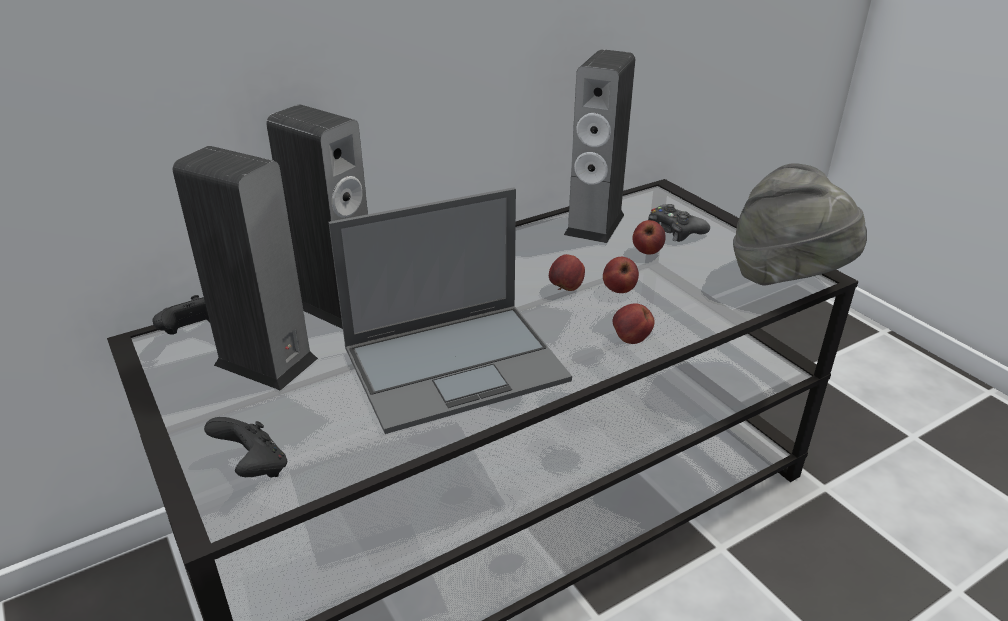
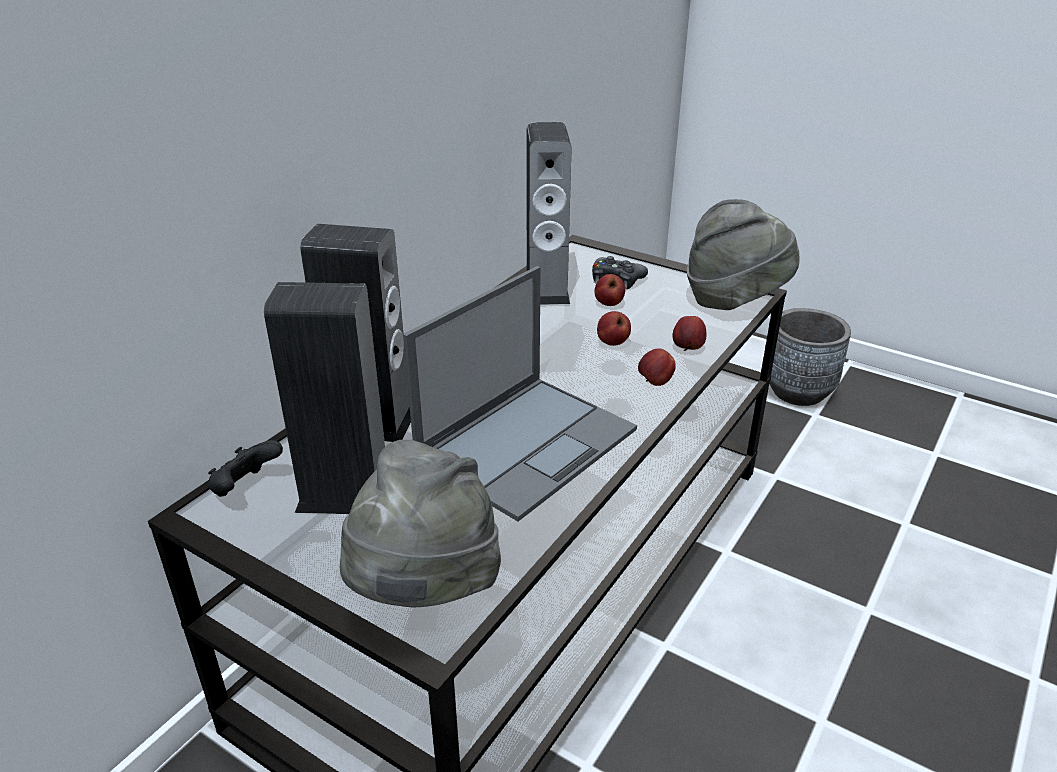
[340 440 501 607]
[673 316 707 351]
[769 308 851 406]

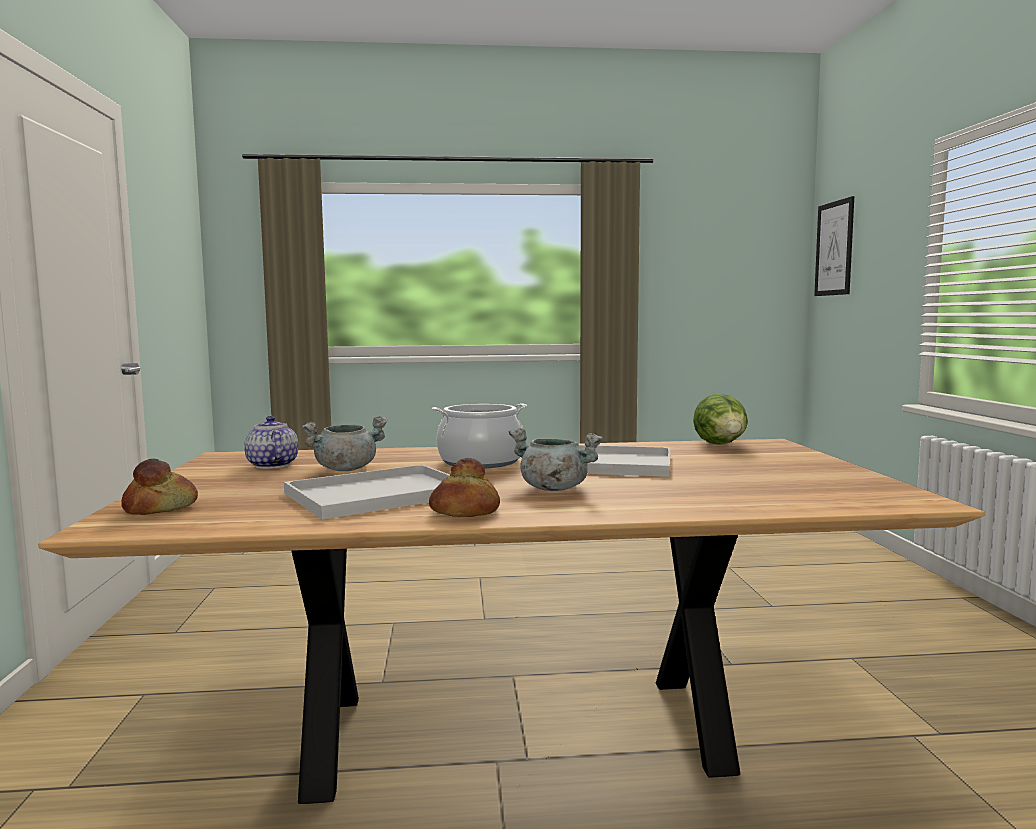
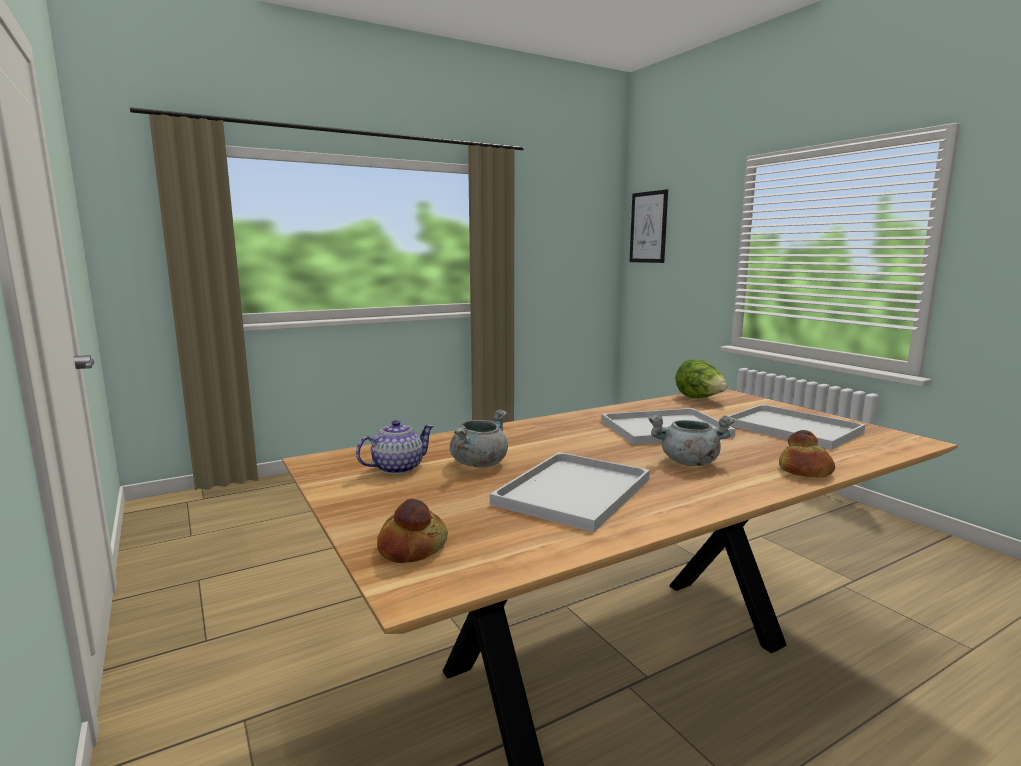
[356 420 434 474]
[779 430 835 478]
[432 404 527 468] (first image)
[728 404 866 450]

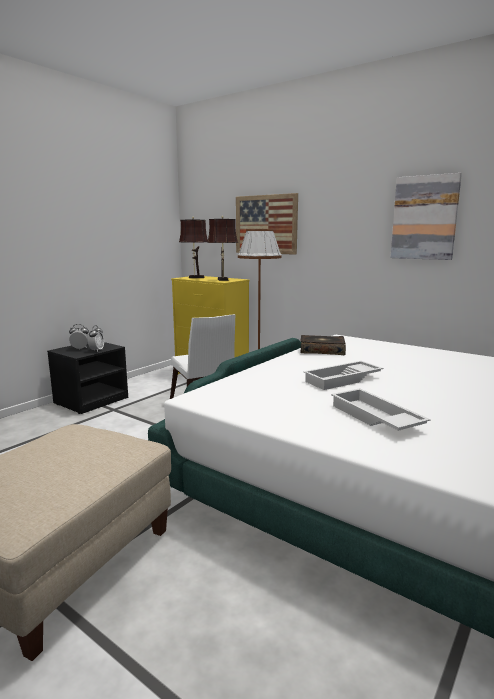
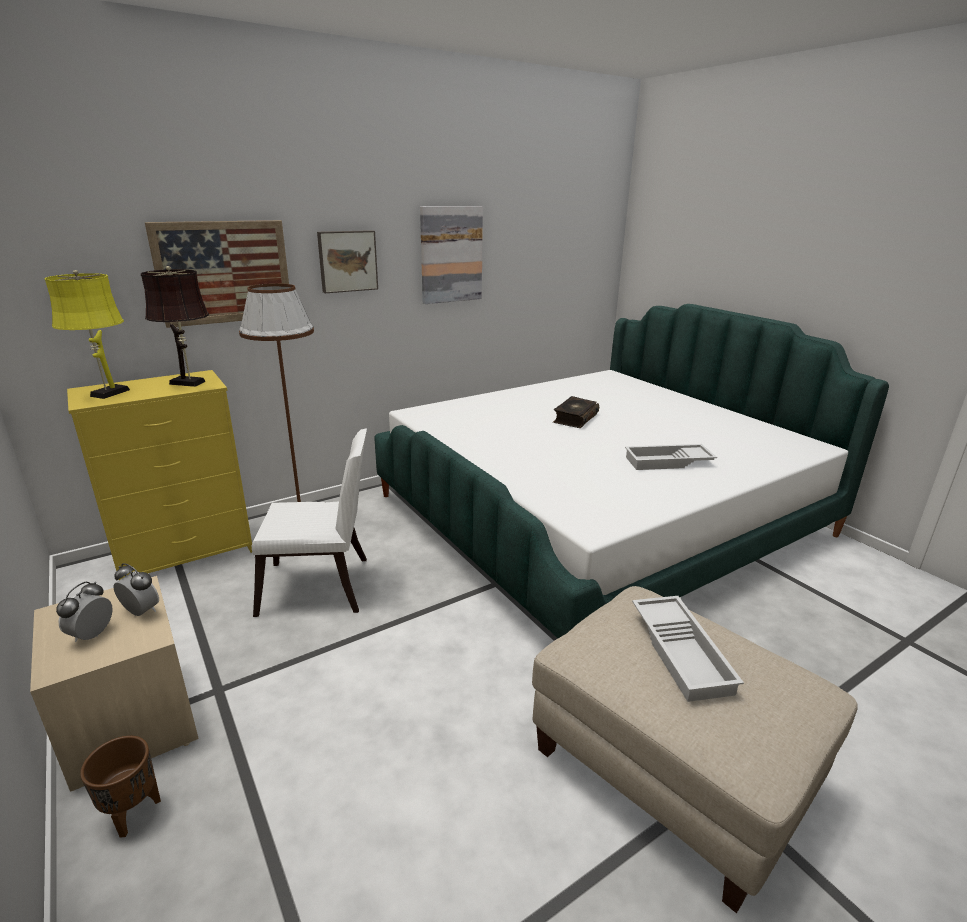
[30 576 199 792]
[44 270 130 399]
[553 396 599 428]
[632 596 744 702]
[80 736 161 838]
[317 230 378 293]

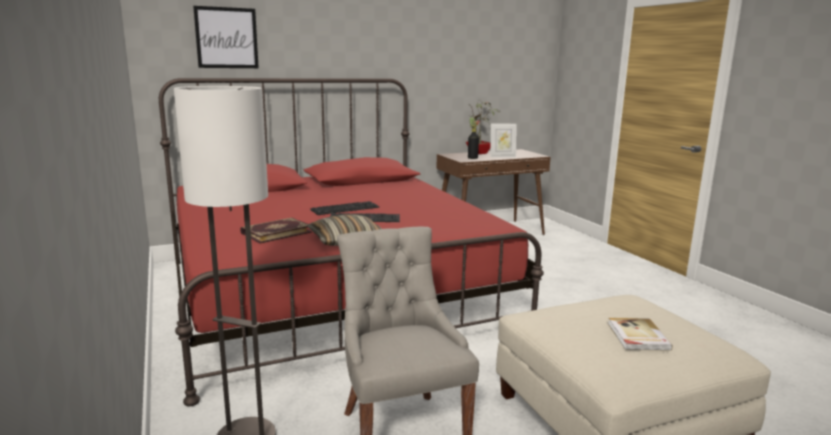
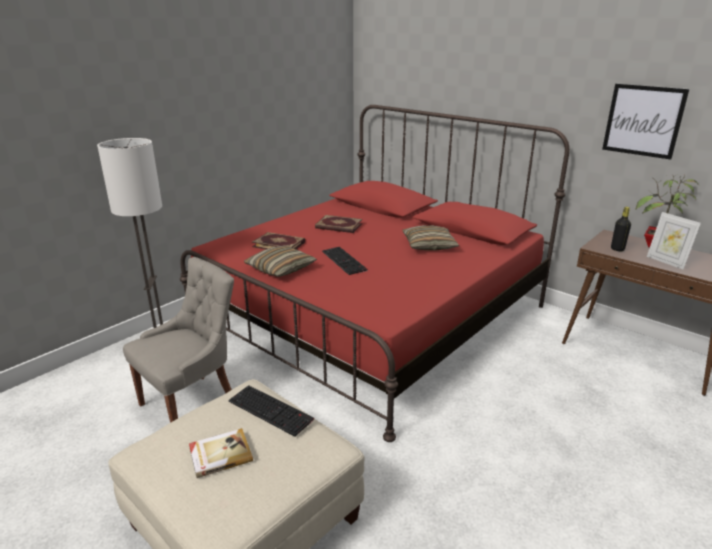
[602 84 689 160]
[228 385 314 437]
[315 215 362 233]
[402 225 459 251]

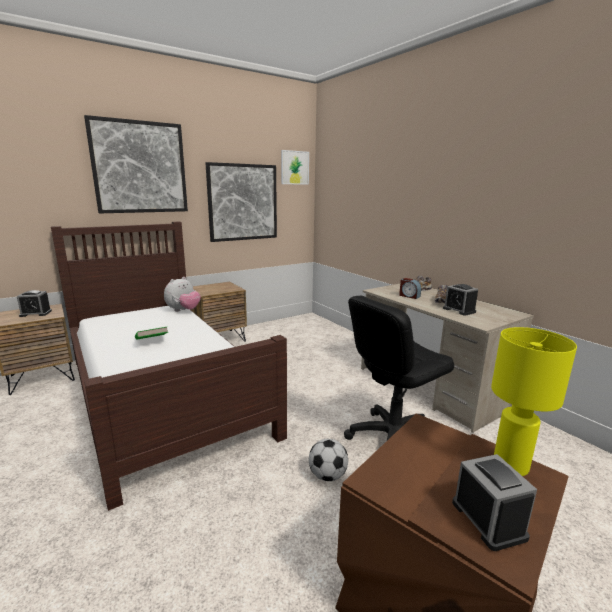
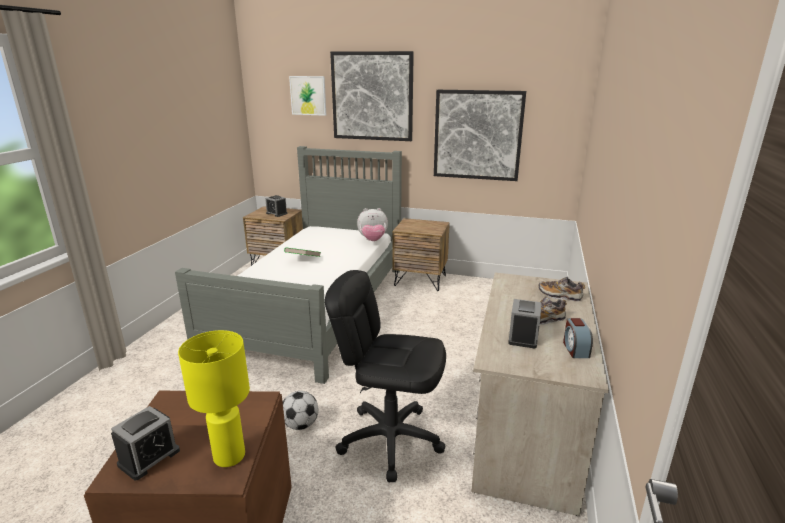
[175 146 402 384]
[289 76 326 116]
[563 318 593 358]

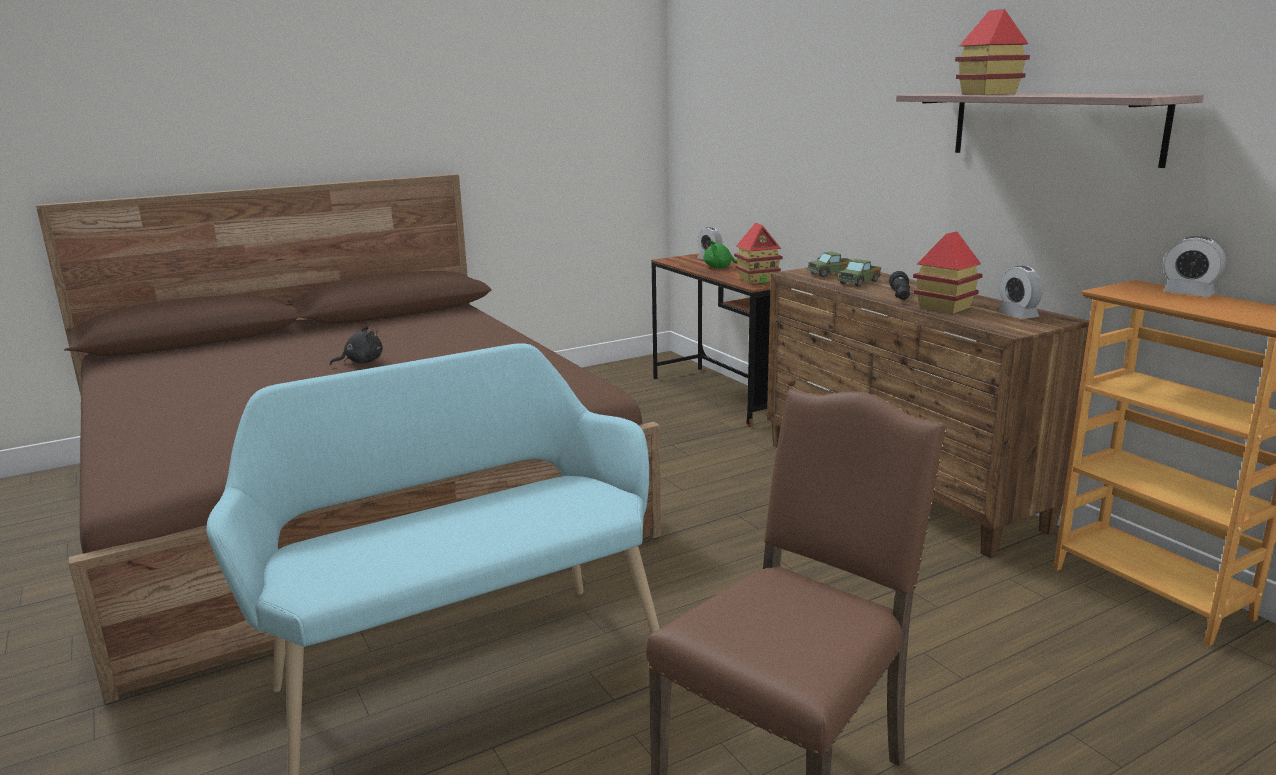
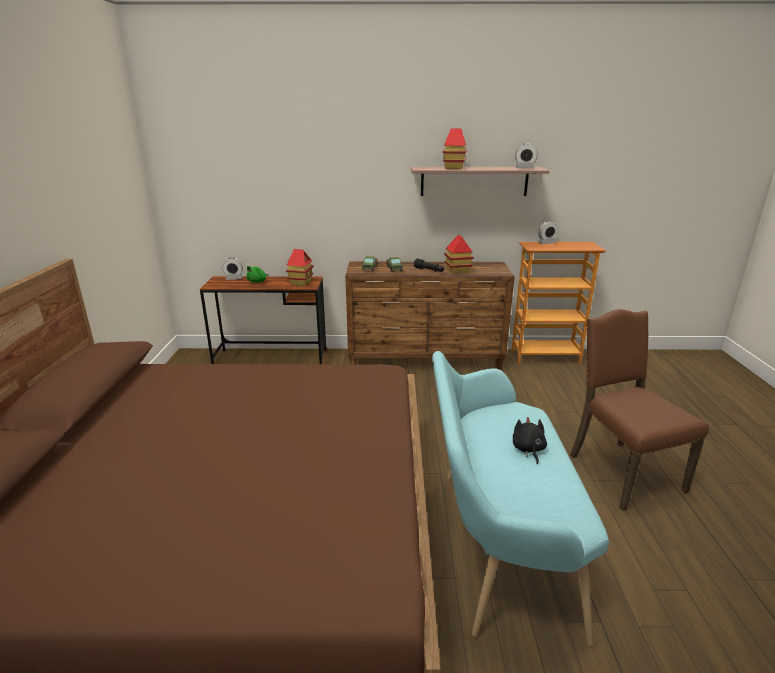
[513 417 547 464]
[515 143 538 168]

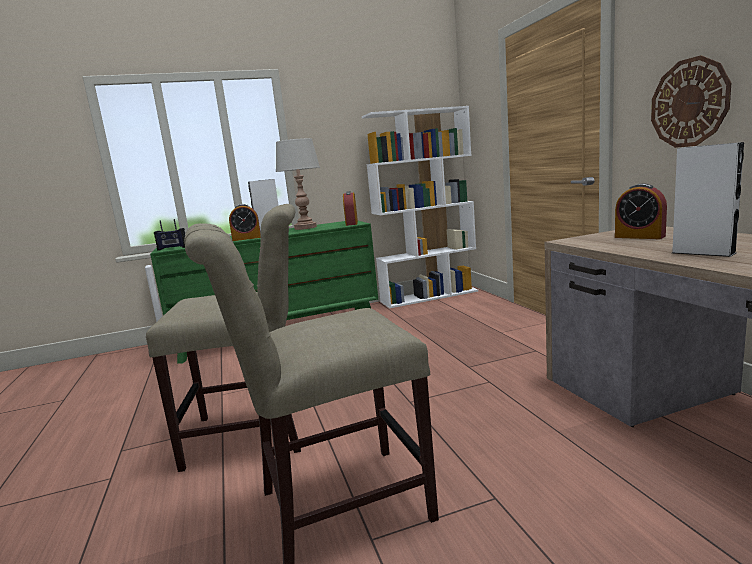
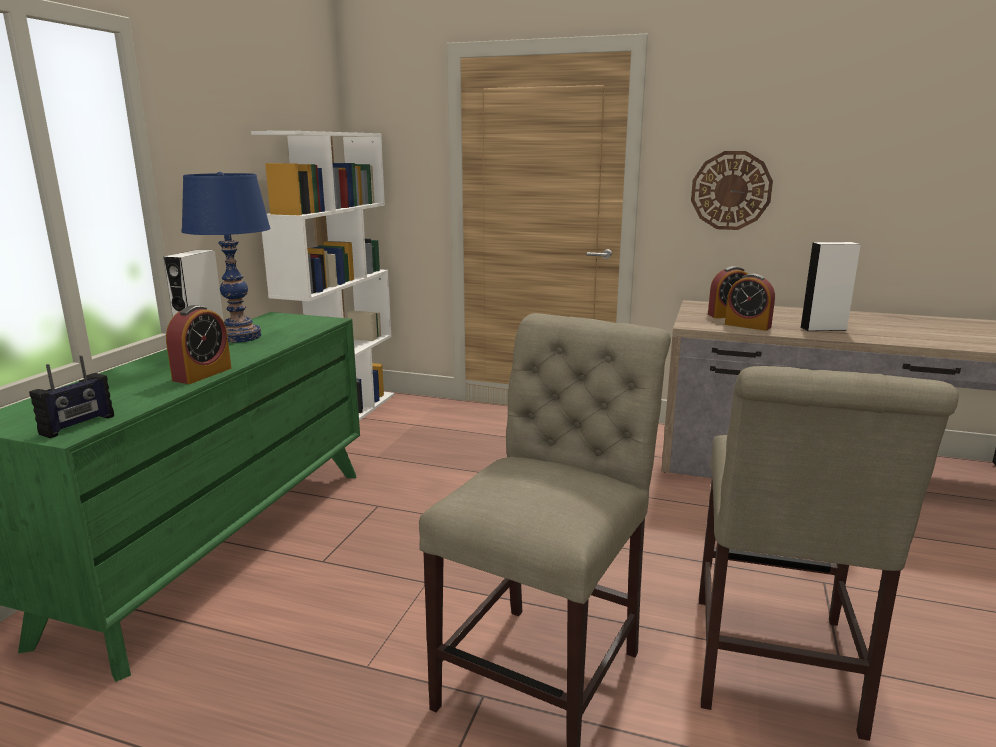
[181 172 271 343]
[725 274 775 331]

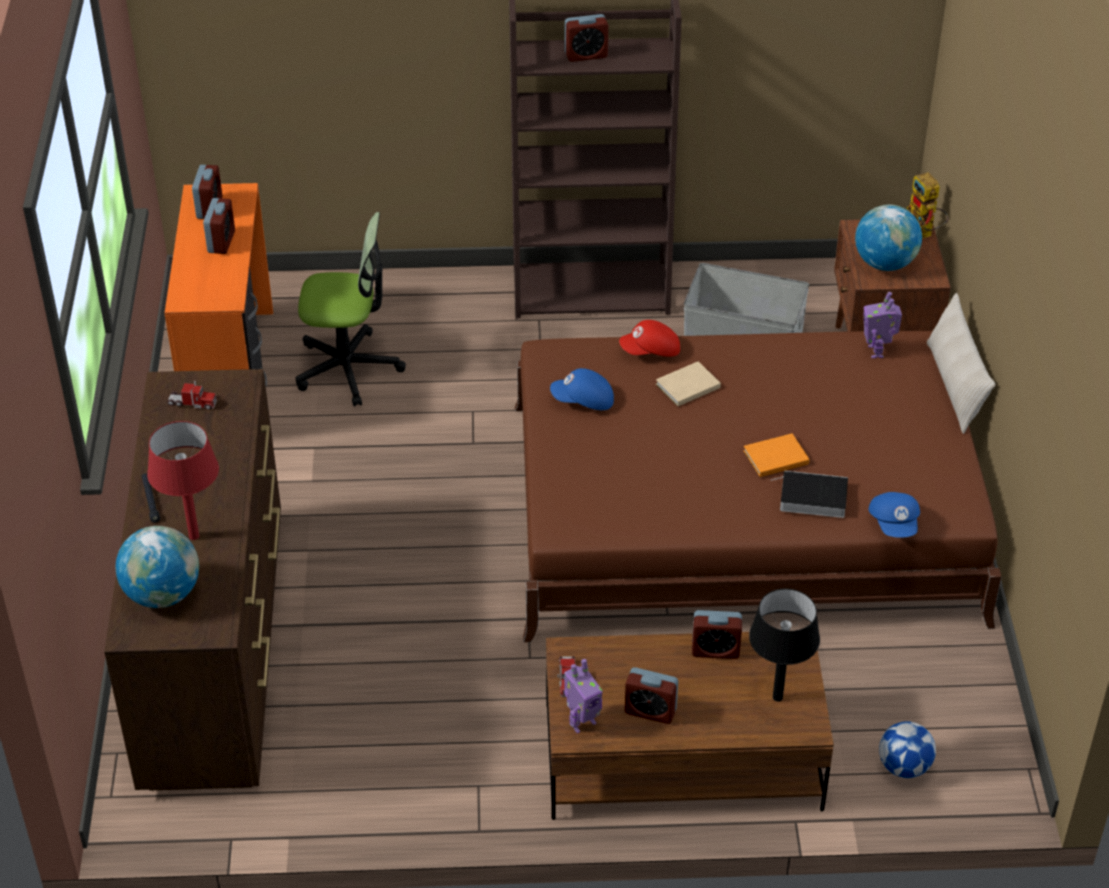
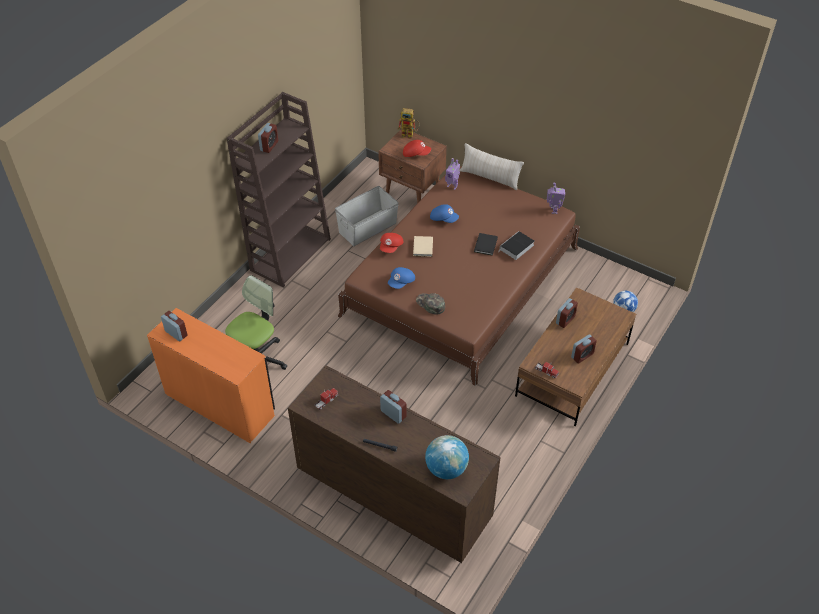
[147 421 219 540] (first image)
[380 390 407 424]
[547 183 565 214]
[474 233 498 256]
[749 588 820 702] (first image)
[403 140 431 157]
[430 204 459 223]
[416 293 445 315]

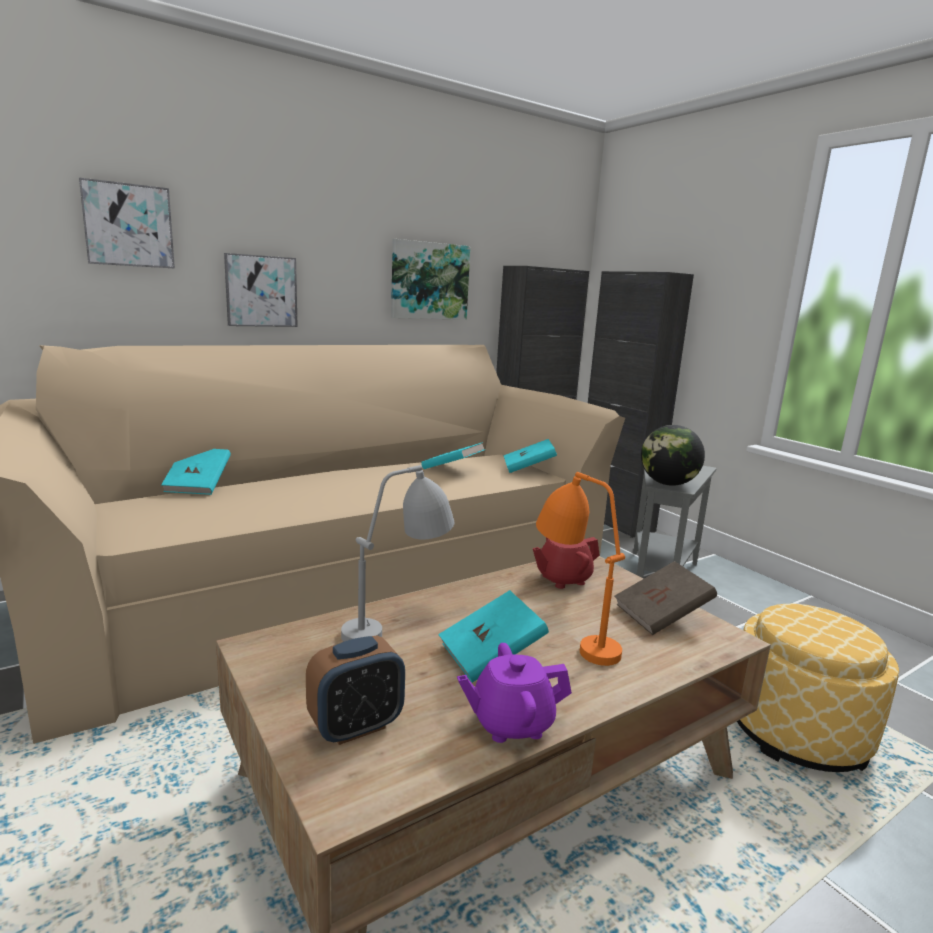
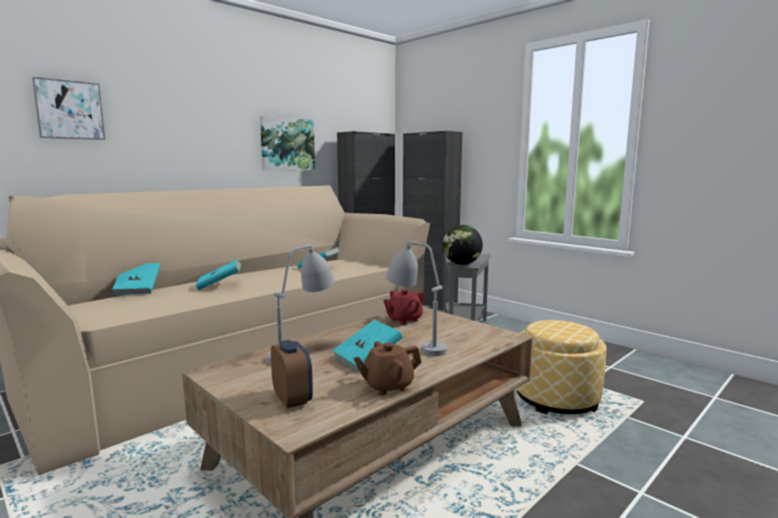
[224 253 298 327] (first image)
[271 340 313 408]
[353 341 422 395]
[195 259 241 290]
[386 241 447 356]
[615 561 717 635] (first image)

